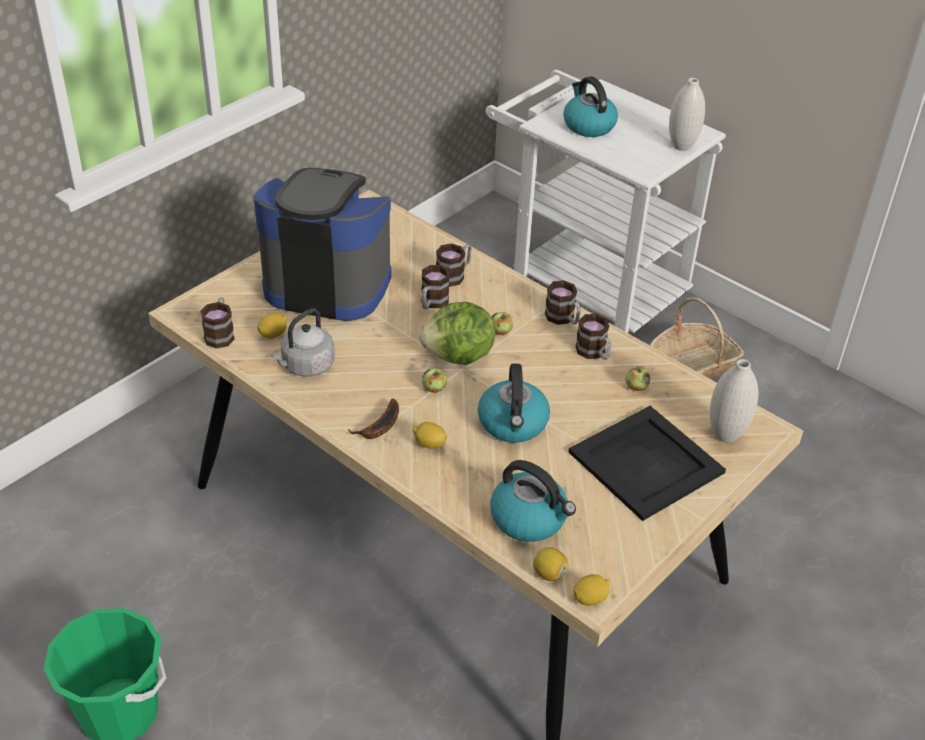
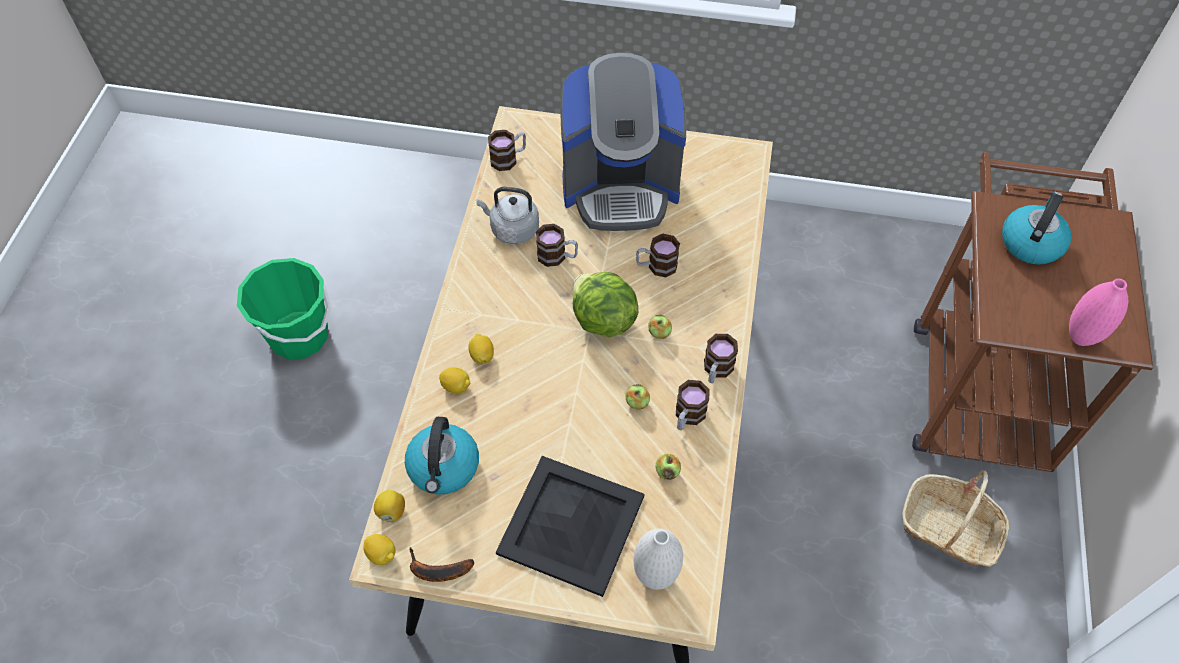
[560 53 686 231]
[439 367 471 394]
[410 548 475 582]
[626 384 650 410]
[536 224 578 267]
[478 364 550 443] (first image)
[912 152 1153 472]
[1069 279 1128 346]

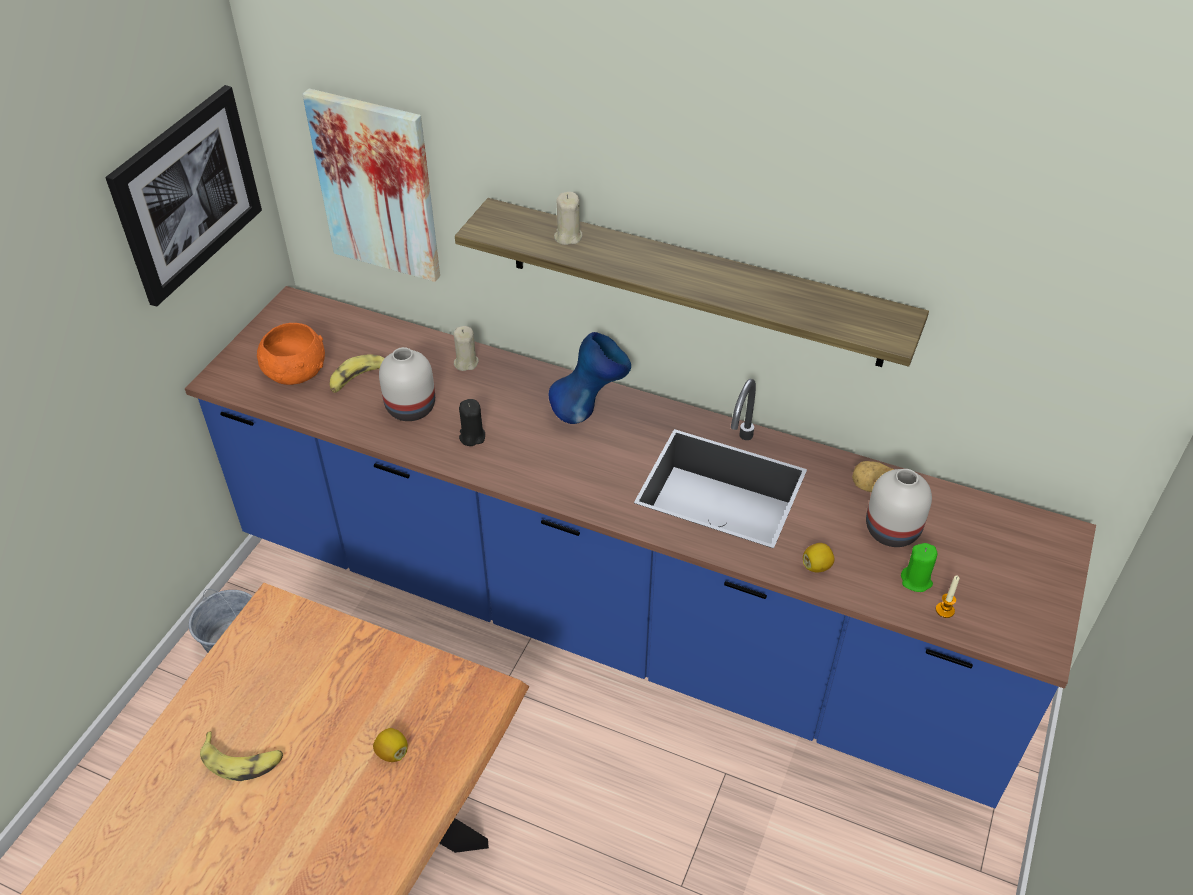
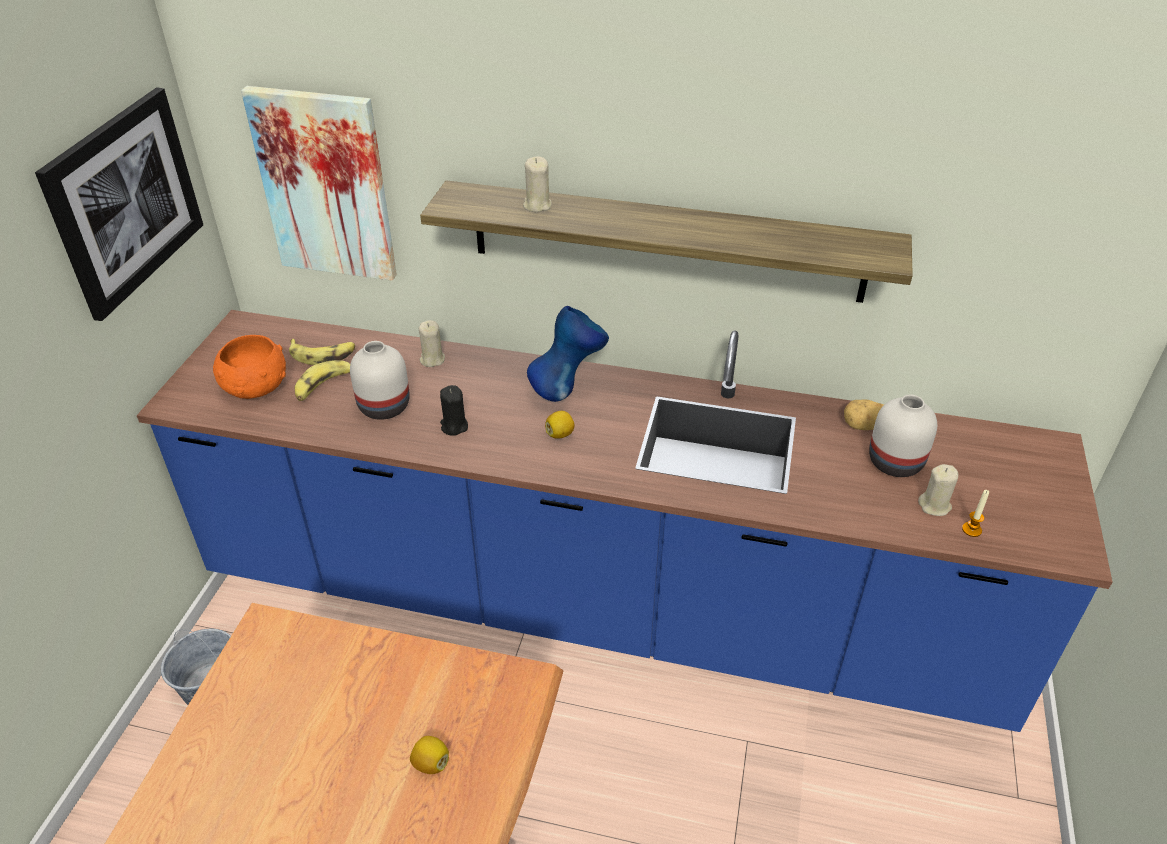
[289 339 355 365]
[545 411 575 439]
[918 464 958 516]

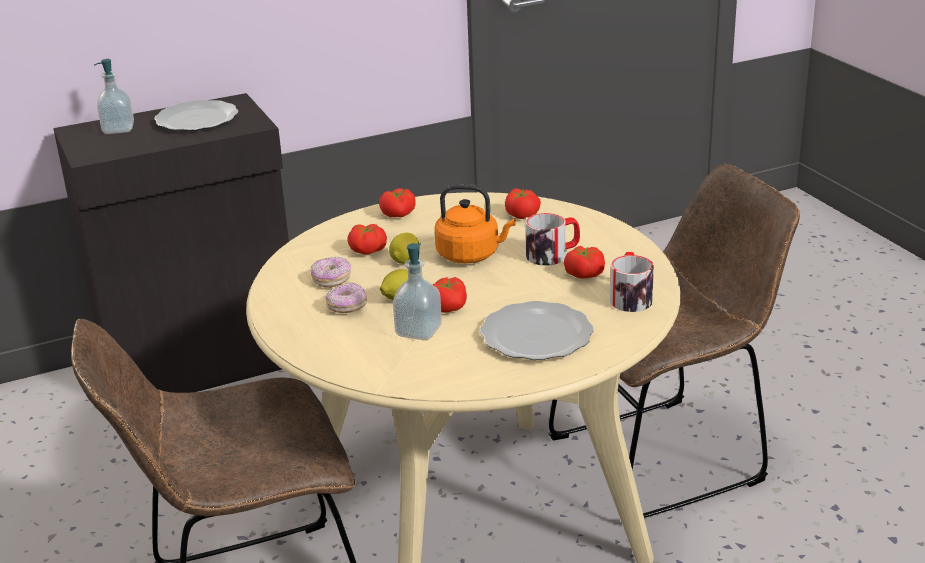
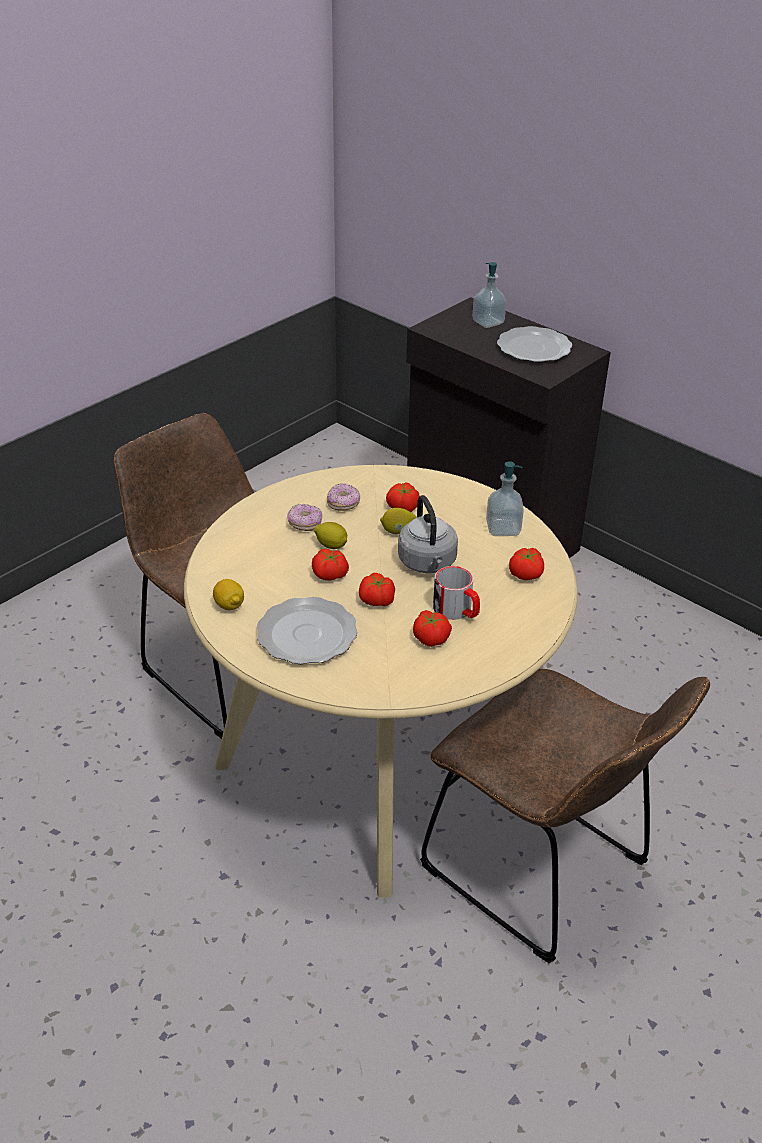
[359 573 395 606]
[486 461 524 536]
[398 495 458 573]
[610 252 654 312] (first image)
[213 579 244 610]

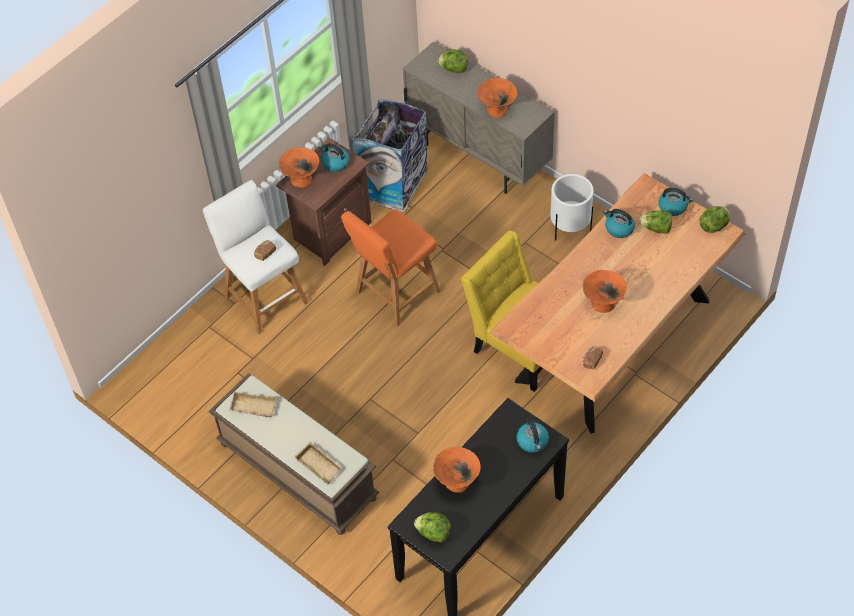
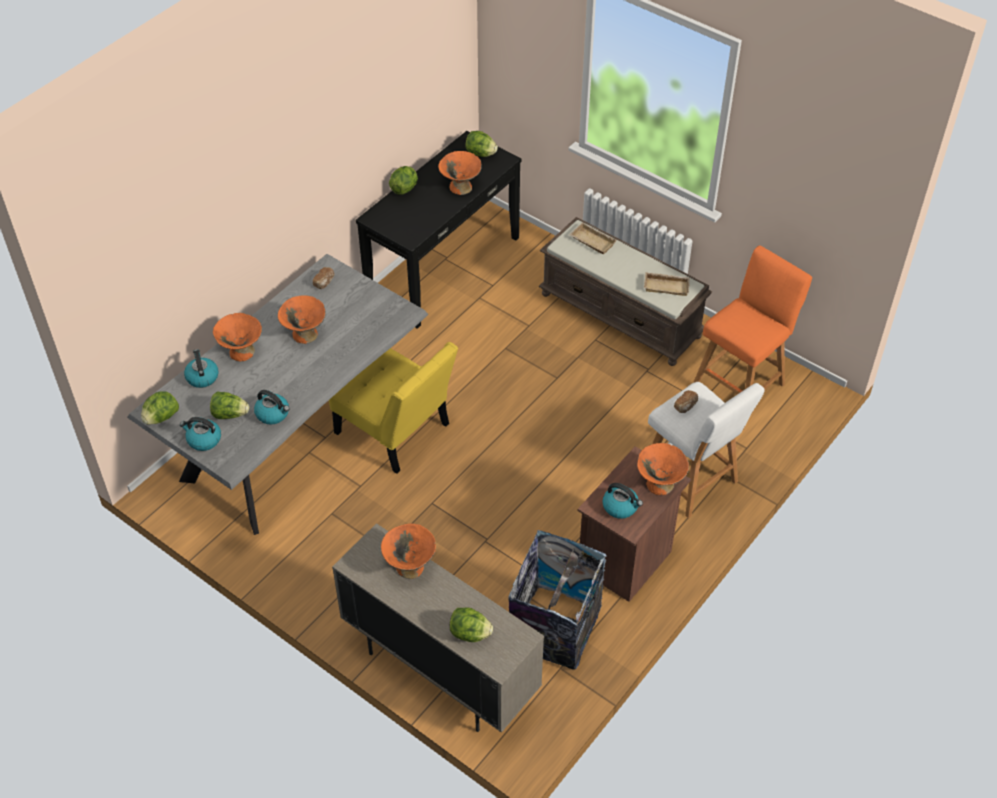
[693 245 812 394]
[127 254 428 535]
[184 349 218 388]
[550 174 594 241] (first image)
[213 313 262 361]
[389 166 418 195]

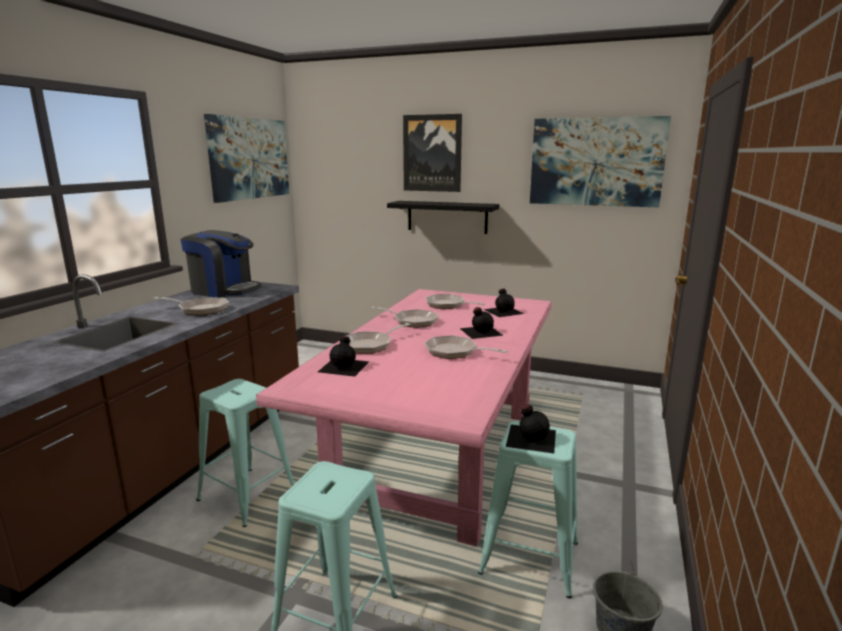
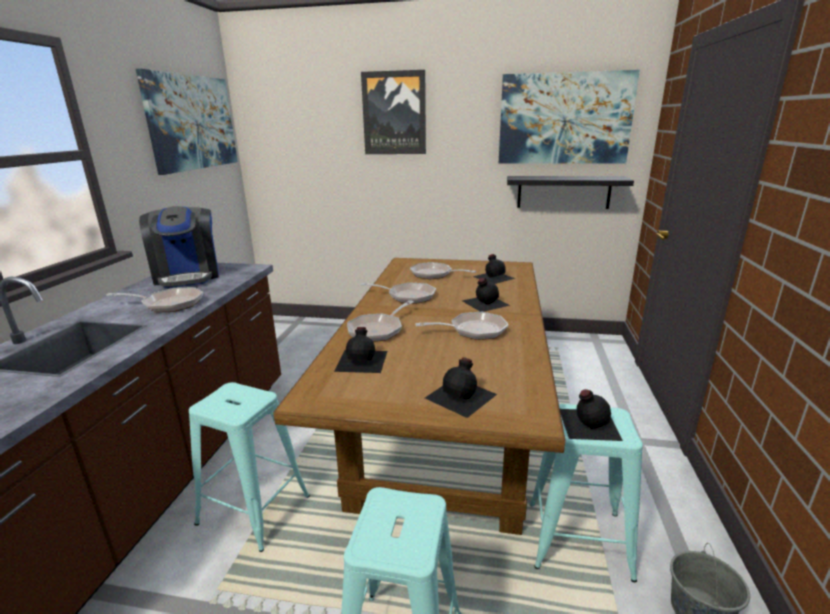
[139 206 219 288]
[273 258 565 535]
[507 176 634 209]
[415 312 509 340]
[425 357 497 418]

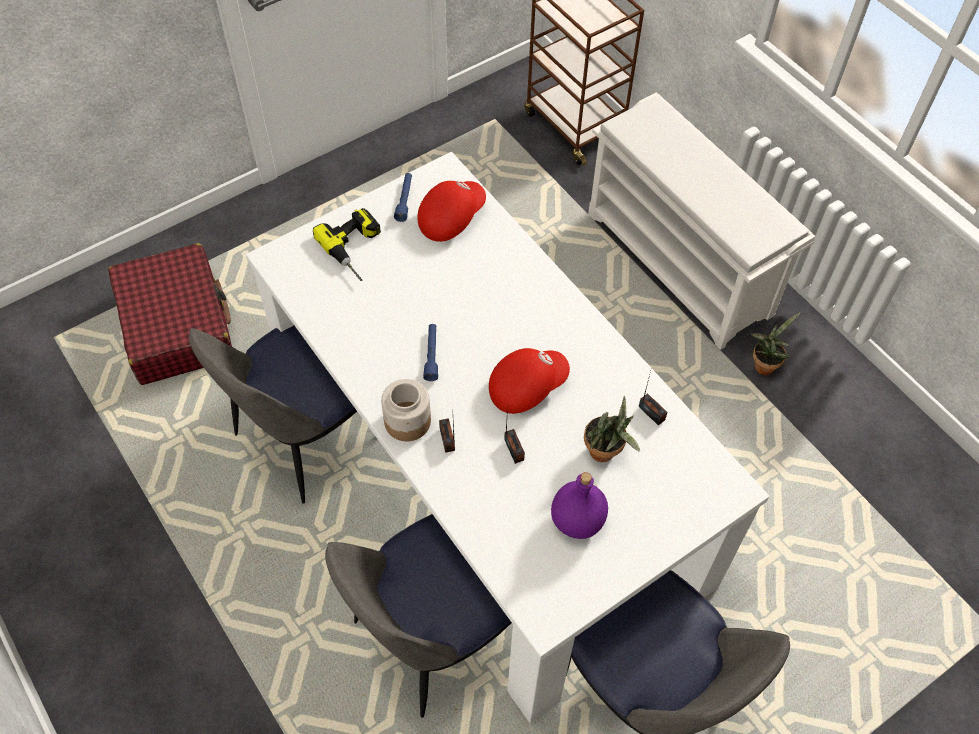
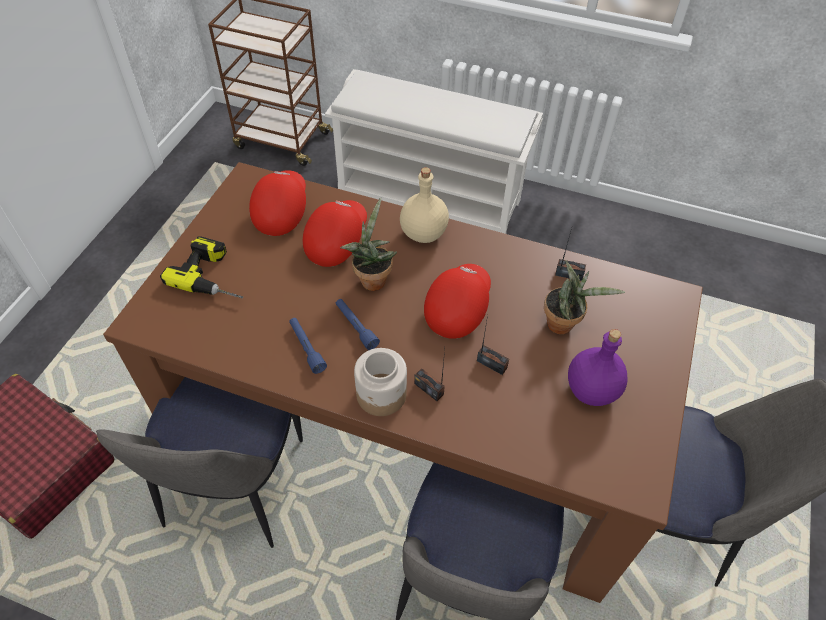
[103 162 703 603]
[289 318 327 374]
[340 198 397 291]
[303 200 367 267]
[400 167 449 243]

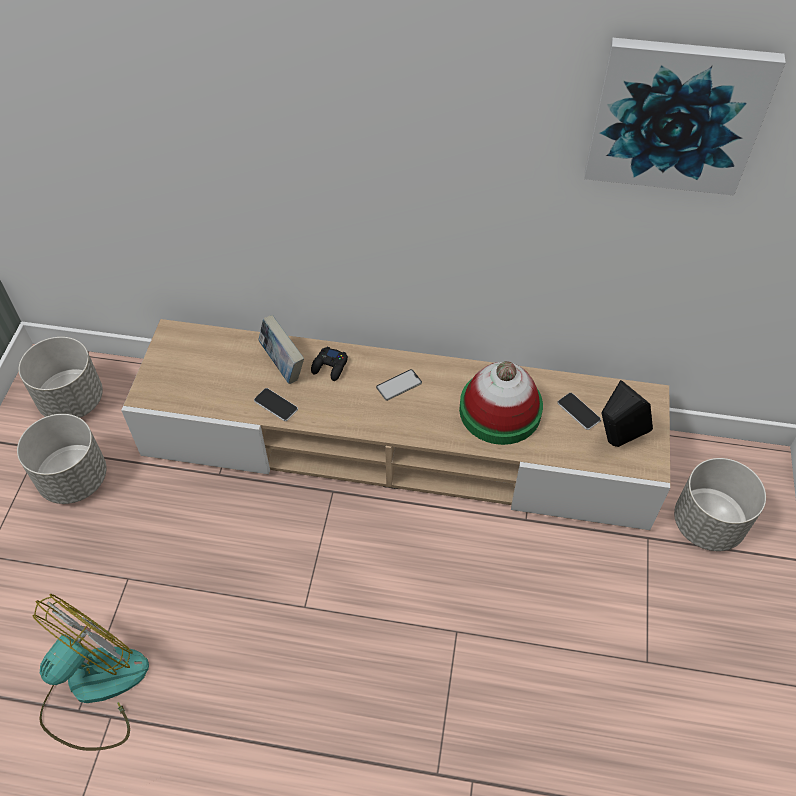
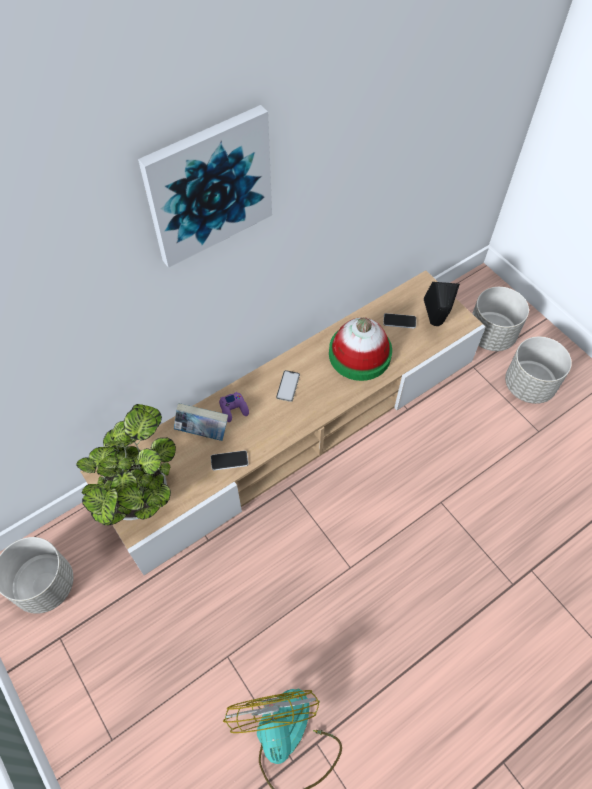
[505 337 572 404]
[219 392 249 422]
[138 105 272 268]
[76 404 176 526]

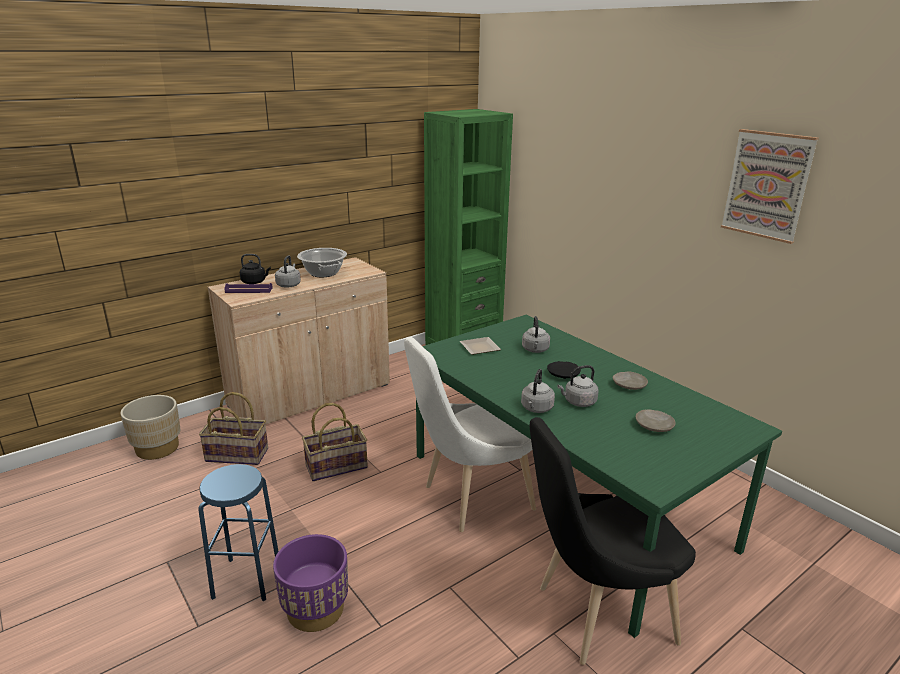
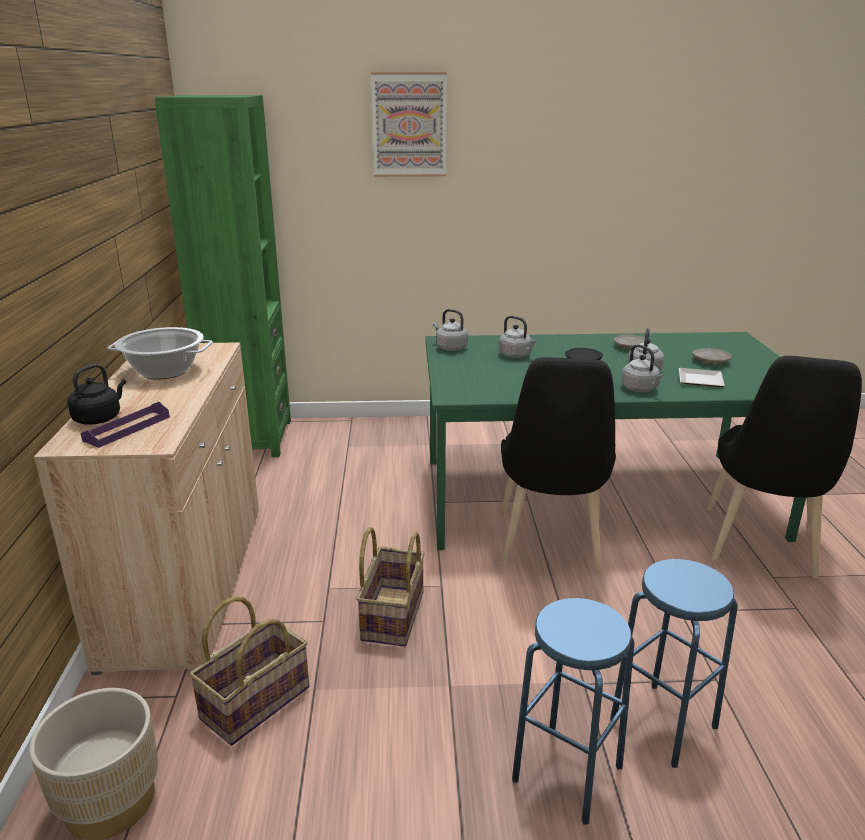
[610 559 738 768]
[433 309 468 351]
[501 357 616 572]
[679 368 725 387]
[371 72 447 177]

